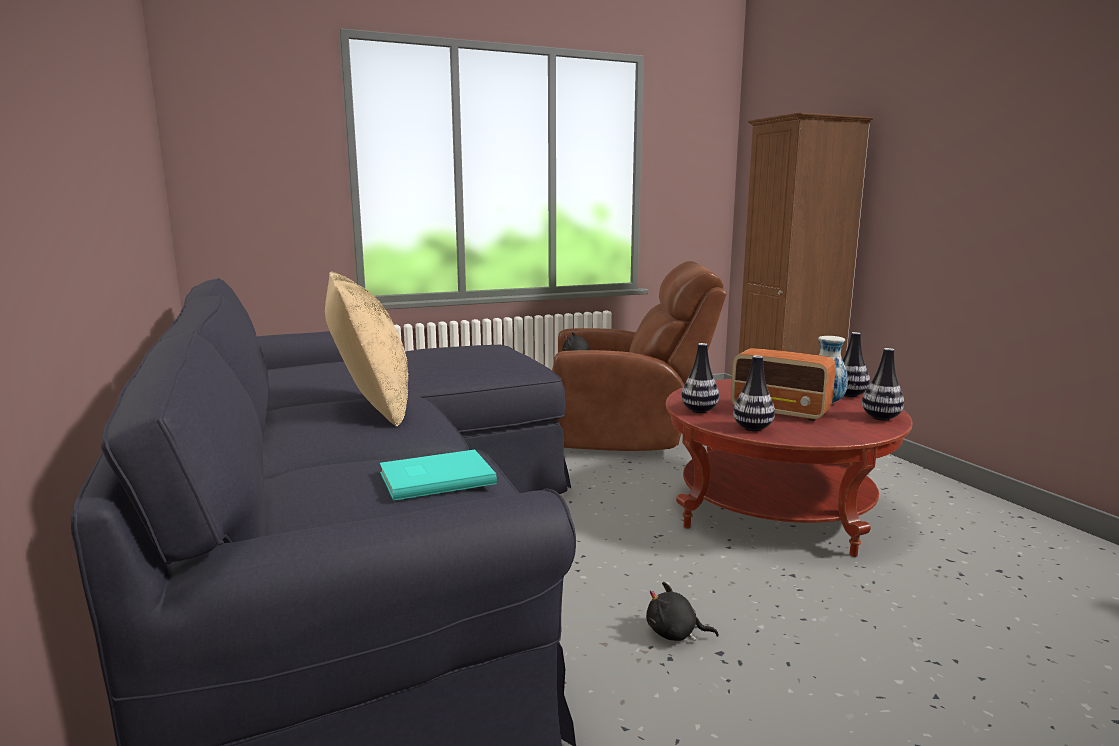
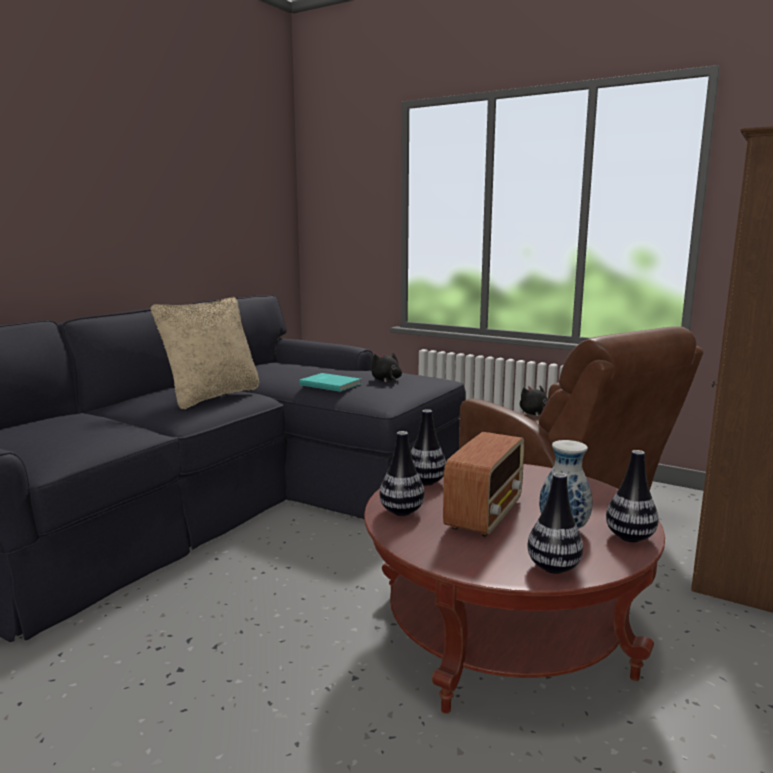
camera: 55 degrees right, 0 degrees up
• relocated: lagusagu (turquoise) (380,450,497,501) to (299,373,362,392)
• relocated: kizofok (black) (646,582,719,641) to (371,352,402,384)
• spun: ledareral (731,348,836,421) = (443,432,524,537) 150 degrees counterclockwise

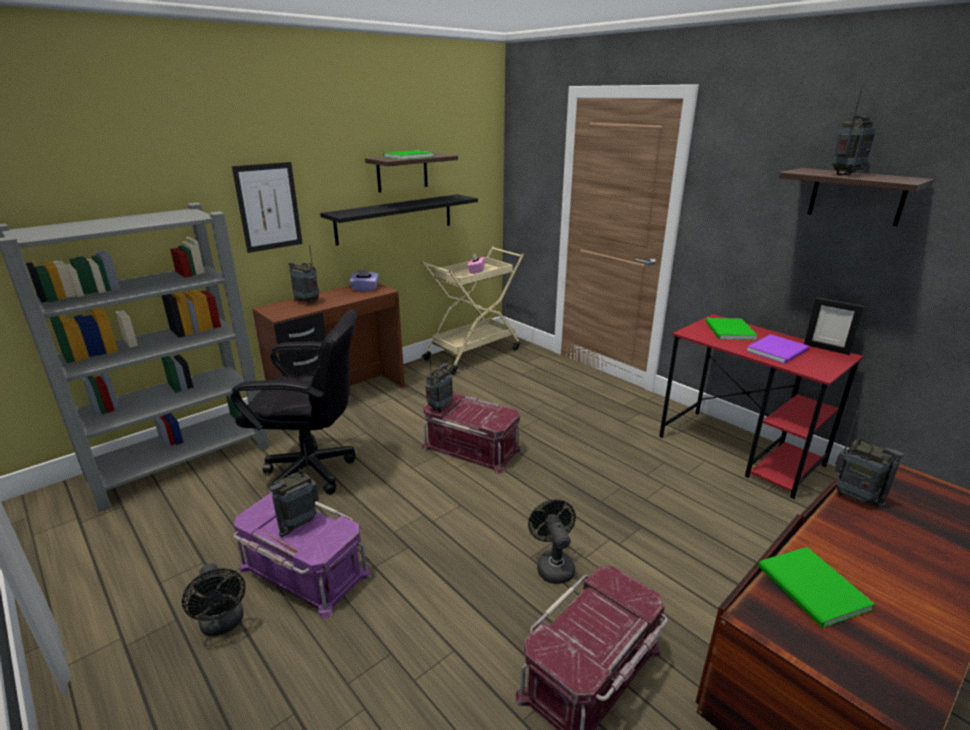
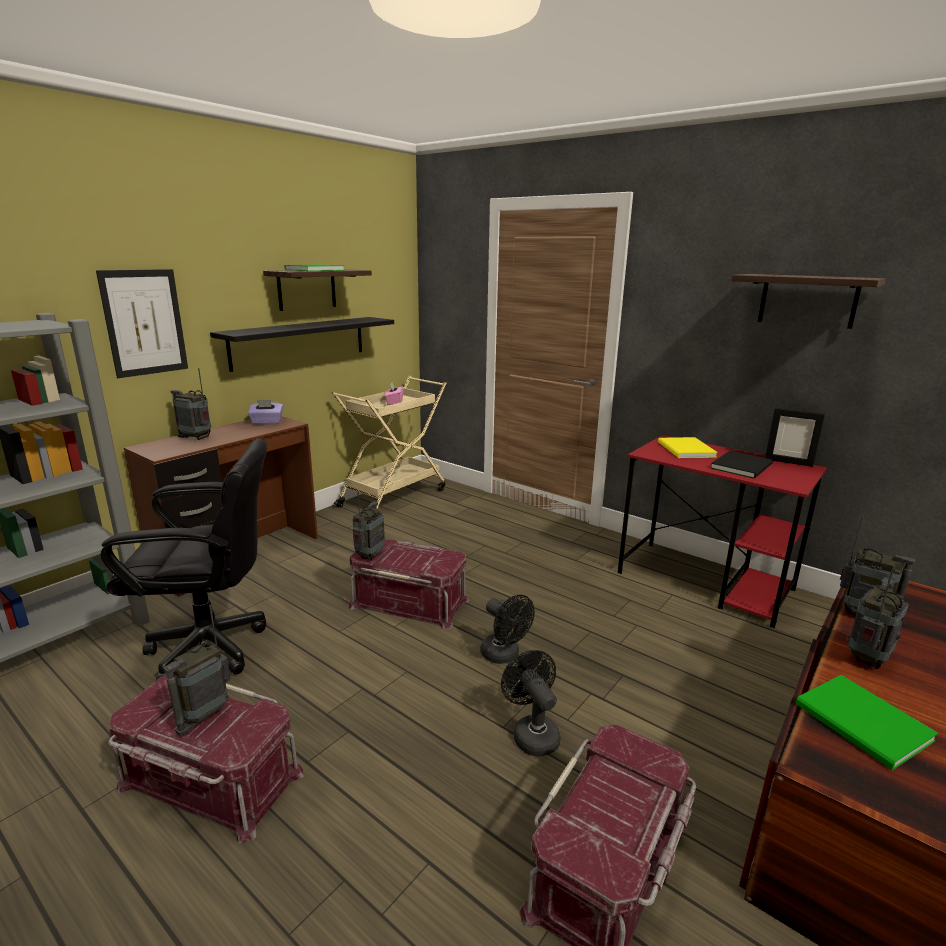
camera: 10 degrees left, 5 degrees down
• relocated: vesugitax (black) (182,563,245,636) to (480,594,535,664)
• colour: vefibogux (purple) (233,492,371,618) to vefibogux (red) (108,675,304,844)
• colour: lagusagu (green) (706,318,758,340) to lagusagu (yellow) (658,437,718,458)
• colour: lagusagu (purple) (746,334,809,364) to lagusagu (black) (711,451,773,478)
• relocated: ledareral (832,87,876,175) to (848,565,908,669)

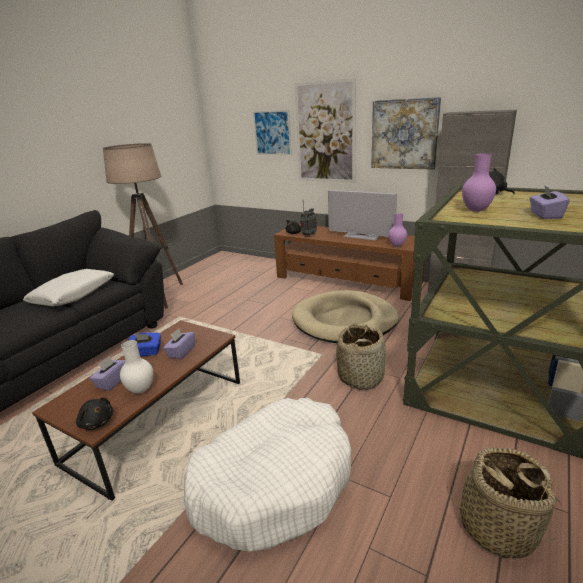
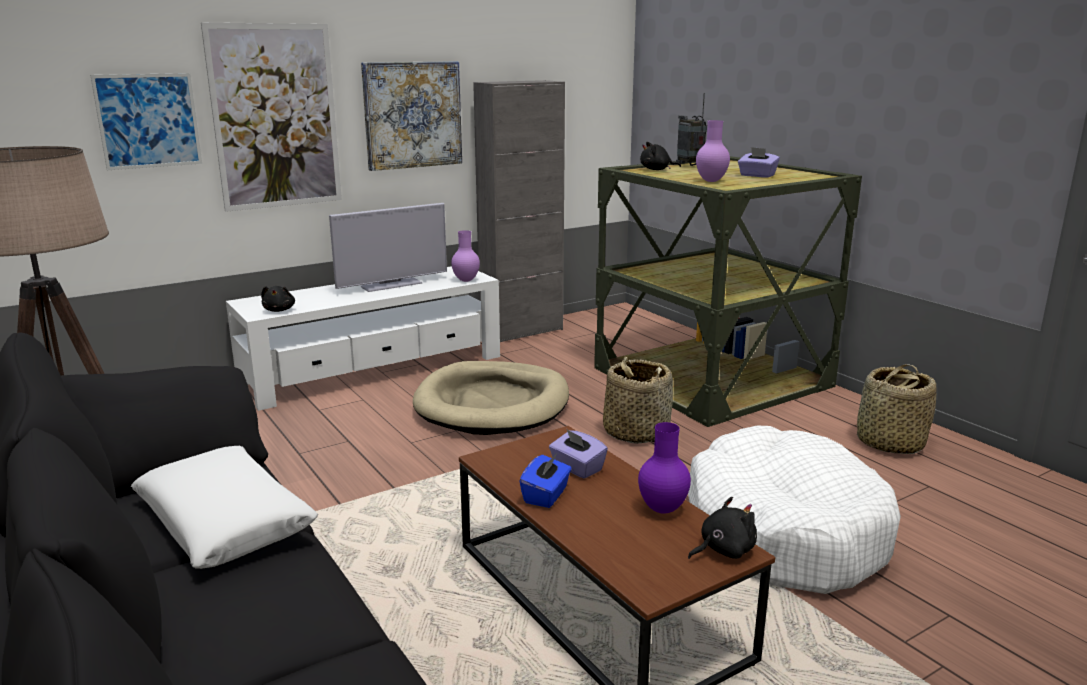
camera: 65 degrees left, 5 degrees down
• missing: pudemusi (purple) (90,356,125,391)
• colour: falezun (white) (120,340,153,394) to falezun (purple) (638,422,691,514)
• colour: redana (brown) (274,224,424,301) to redana (white) (226,266,500,411)
• relocated: ledareral (300,203,317,237) to (676,93,707,166)

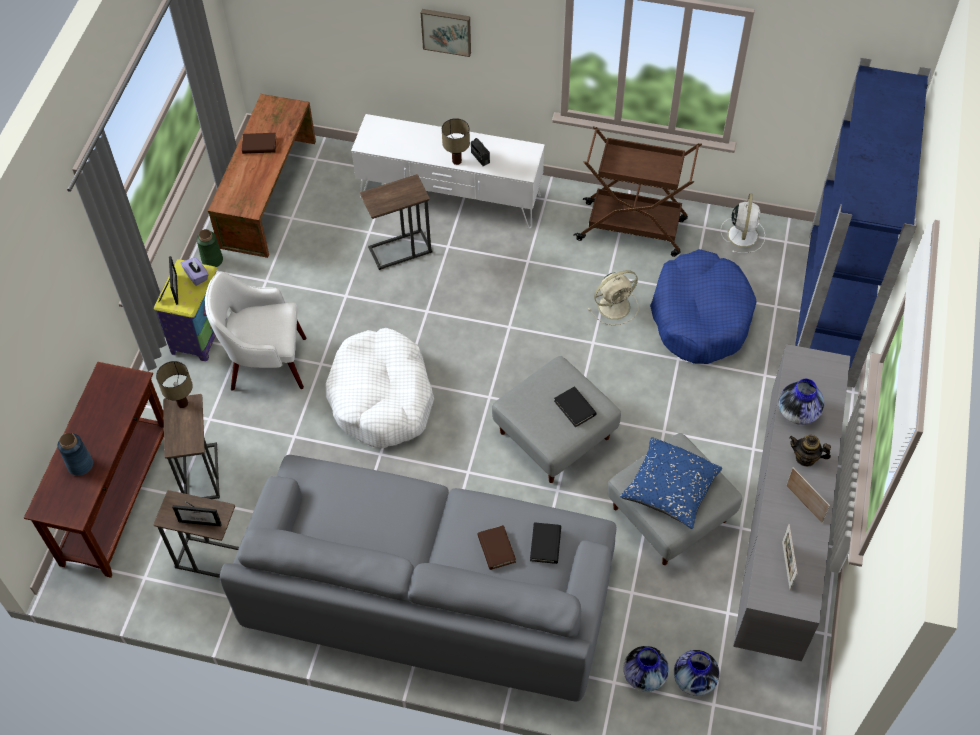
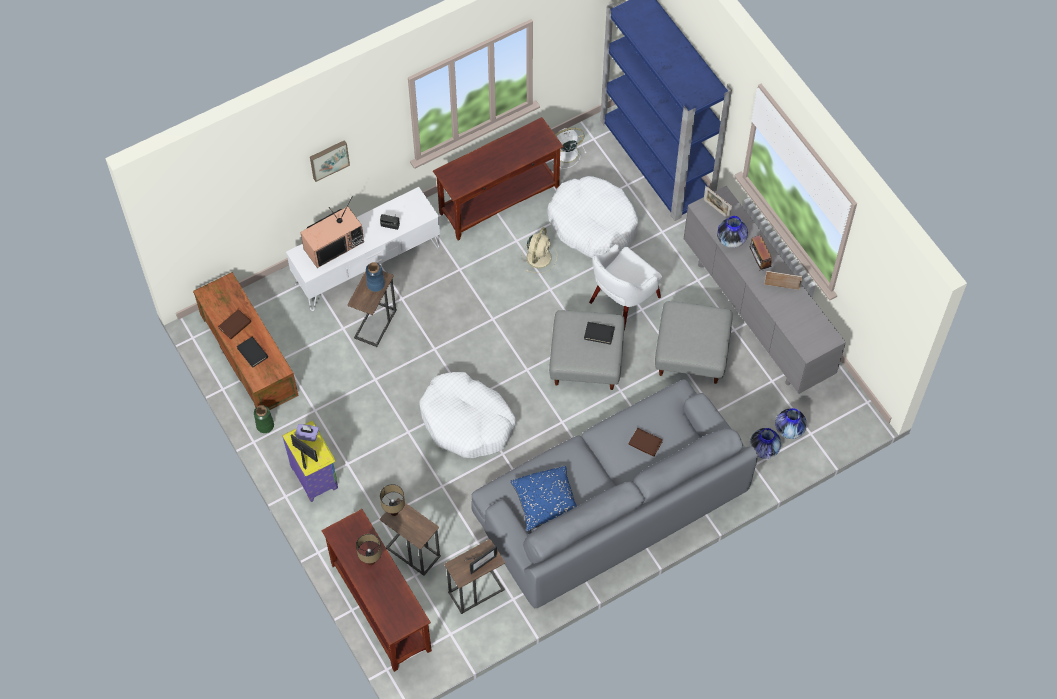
camera: 45 degrees left, 5 degrees up
• relocated: falezun (blue) (58,433,93,476) to (366,262,385,292)
• relocated: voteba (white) (205,272,306,391) to (589,244,662,330)
• relocated: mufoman (442,118,470,165) to (356,534,382,565)
• relocated: lagusagu (black) (530,522,561,564) to (237,337,268,368)
• exchanged: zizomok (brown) (573,127,702,257) to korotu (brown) (433,117,564,241)
• relocated: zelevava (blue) (620,437,722,529) to (510,466,577,532)
• colour: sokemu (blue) (650,249,757,364) to sokemu (white) (547,176,638,258)
• spun: vesugitax (white) (720,193,765,253) = (551,128,587,169) 75 degrees counterclockwise
• relocated: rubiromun (782,524,798,590) to (703,186,732,218)
• exchanged: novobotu (789,435,831,467) to ledareral (750,235,772,271)
• appeared: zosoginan (300,198,364,268)

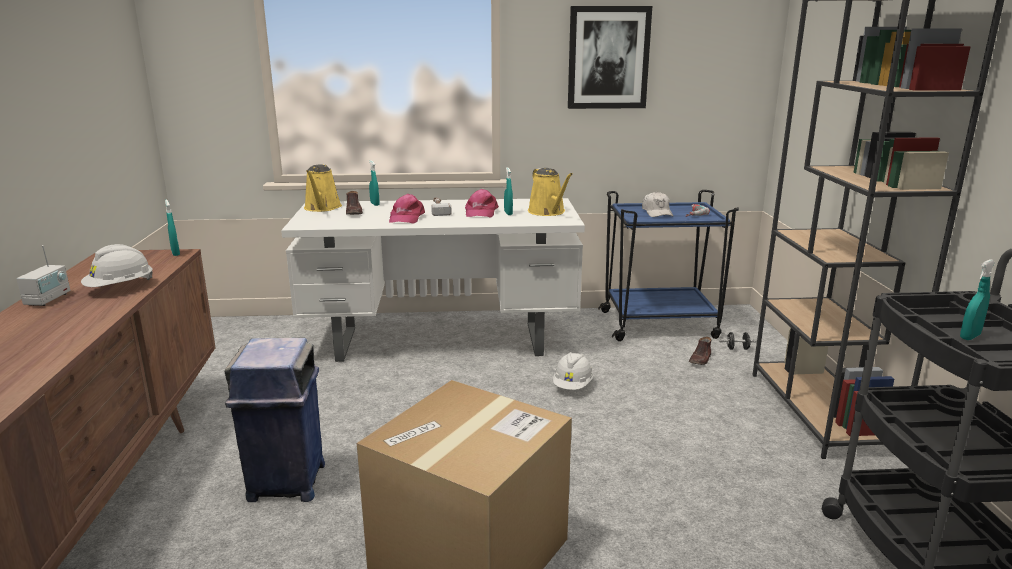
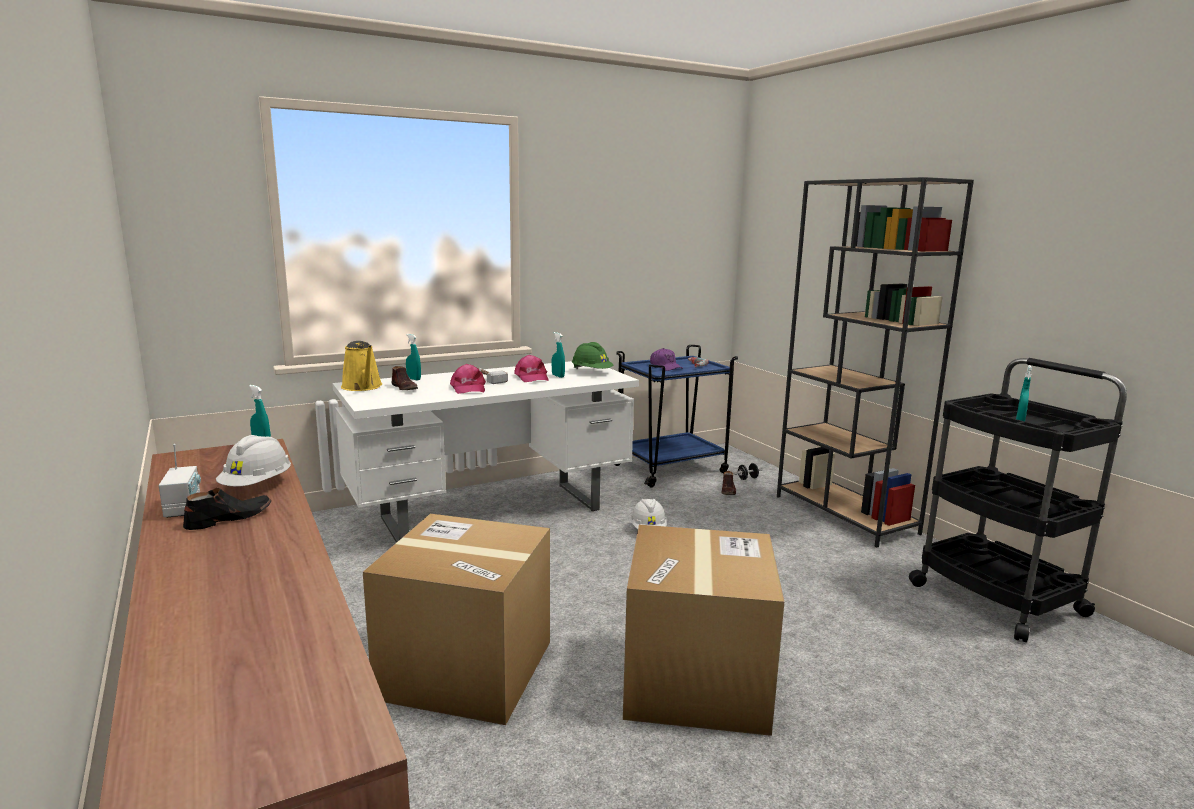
camera: 25 degrees left, 5 degrees down
• exchanged: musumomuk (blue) (225,338,325,502) to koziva (363,514,550,725)
• exchanged: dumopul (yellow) (528,168,573,216) to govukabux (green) (572,342,613,369)
• missing: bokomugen (568,6,652,109)
• colour: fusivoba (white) (642,192,673,217) to fusivoba (purple) (650,348,683,371)
• appeared: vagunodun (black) (183,488,271,530)

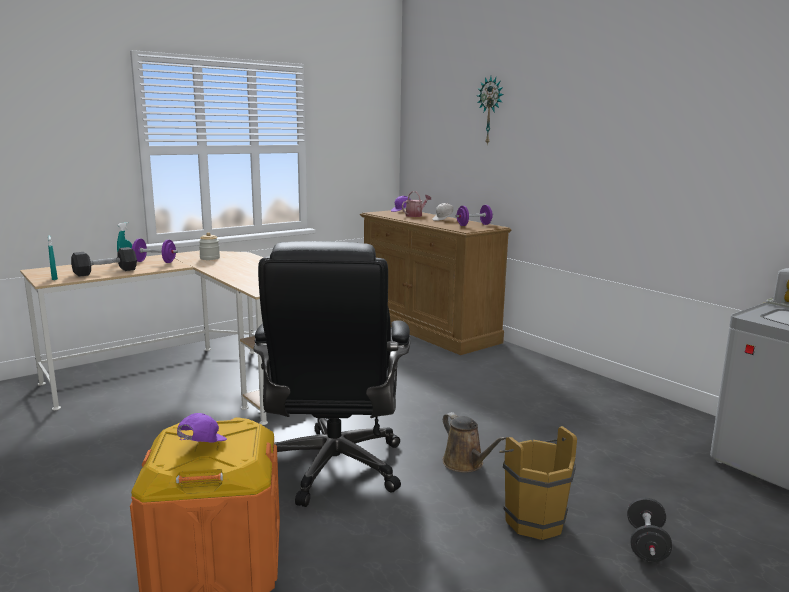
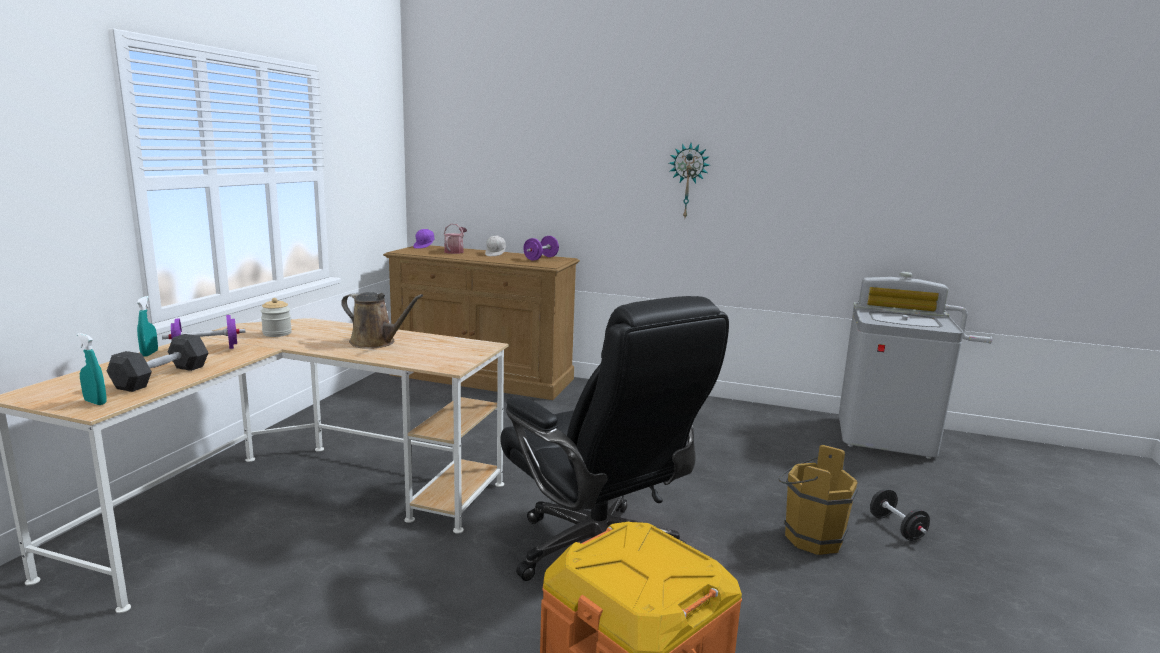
camera: 35 degrees left, 0 degrees up
• missing: fusivoba (purple) (177,413,227,443)
• relocated: dumopul (brown) (442,412,506,473) to (341,292,423,349)
• relocated: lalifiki (477,77,504,145) to (669,143,710,218)

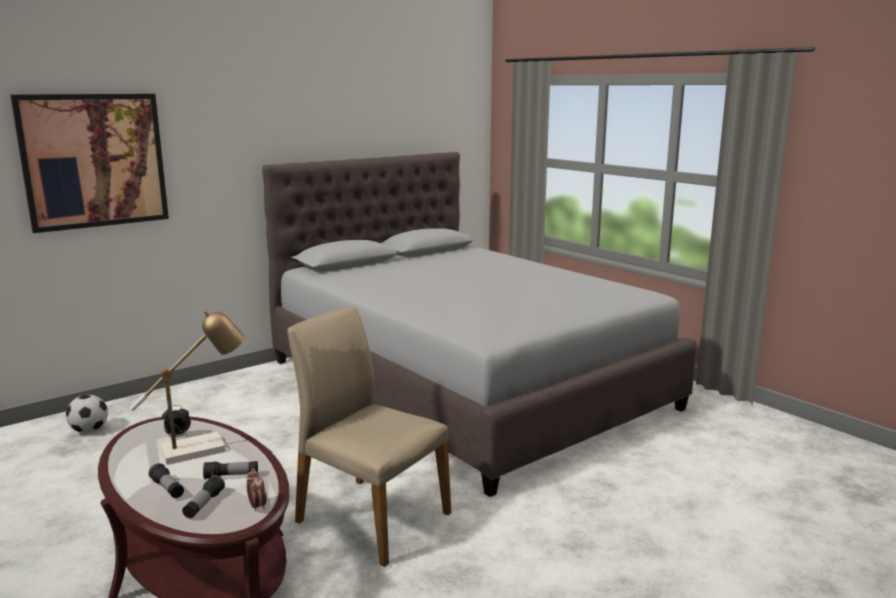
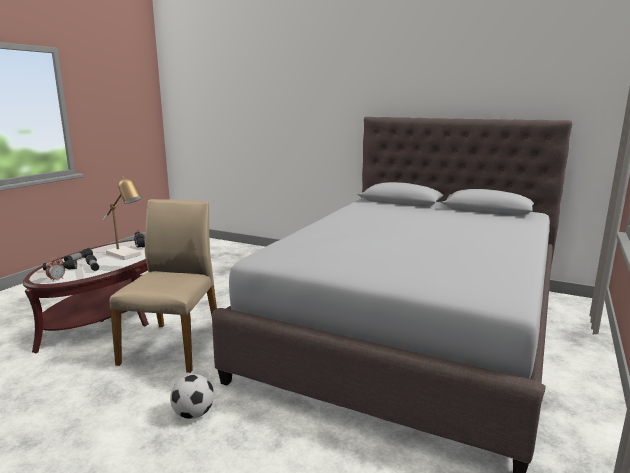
camera: 65 degrees right, 0 degrees up
• missing: bokomugen (10,94,169,233)
• relocated: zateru (66,395,108,433) to (170,374,214,419)

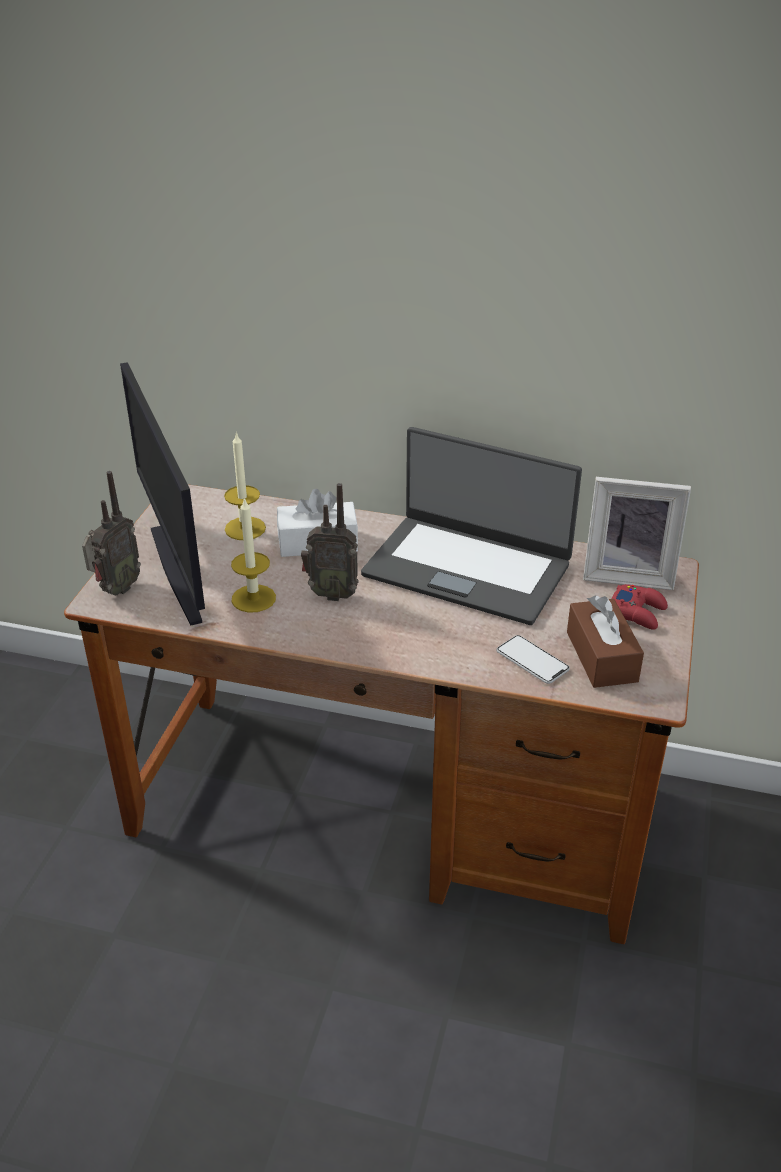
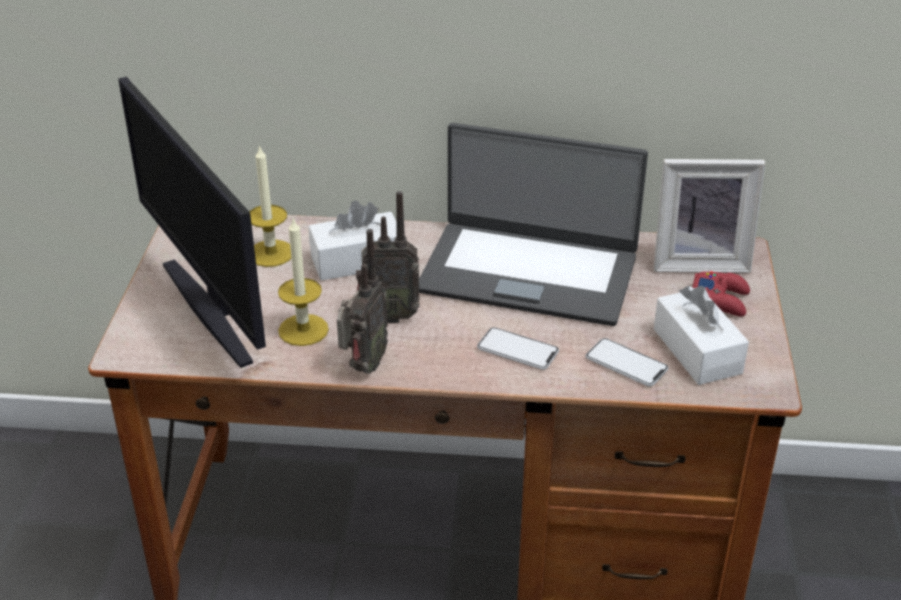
camera: 10 degrees left, 0 degrees up
• relocated: ledareral (82,471,141,596) to (337,229,388,374)
• colour: pudemusi (brown) (567,596,644,688) to pudemusi (white) (654,286,749,385)
• appeared: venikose (477,327,559,370)

